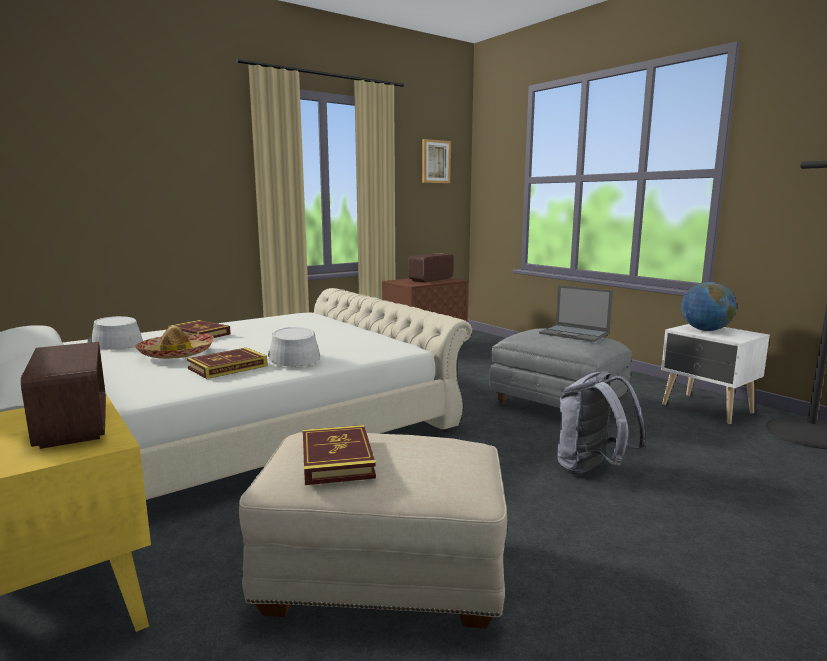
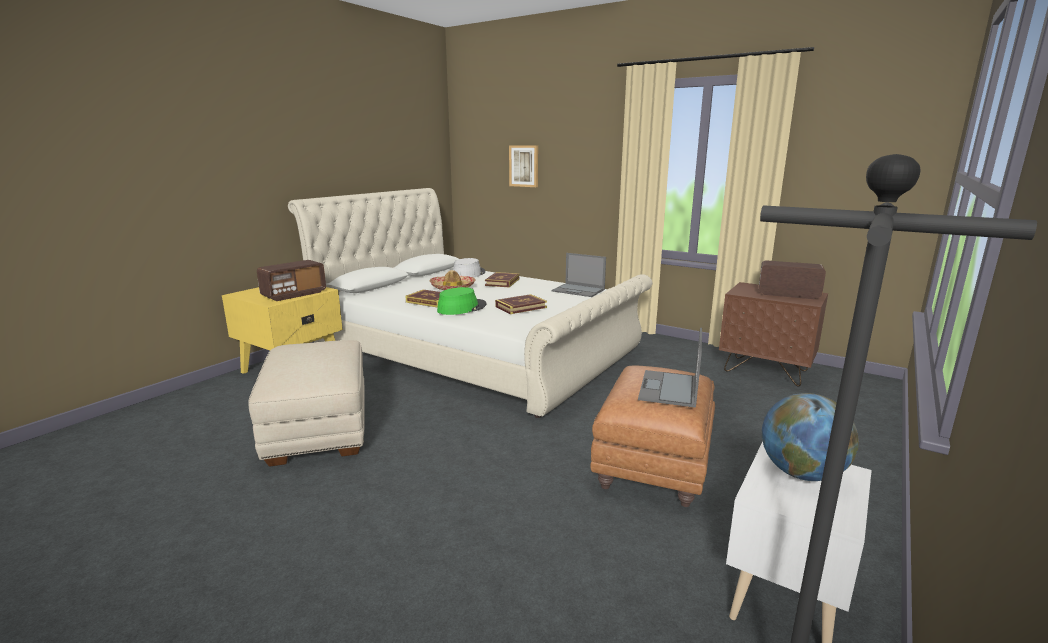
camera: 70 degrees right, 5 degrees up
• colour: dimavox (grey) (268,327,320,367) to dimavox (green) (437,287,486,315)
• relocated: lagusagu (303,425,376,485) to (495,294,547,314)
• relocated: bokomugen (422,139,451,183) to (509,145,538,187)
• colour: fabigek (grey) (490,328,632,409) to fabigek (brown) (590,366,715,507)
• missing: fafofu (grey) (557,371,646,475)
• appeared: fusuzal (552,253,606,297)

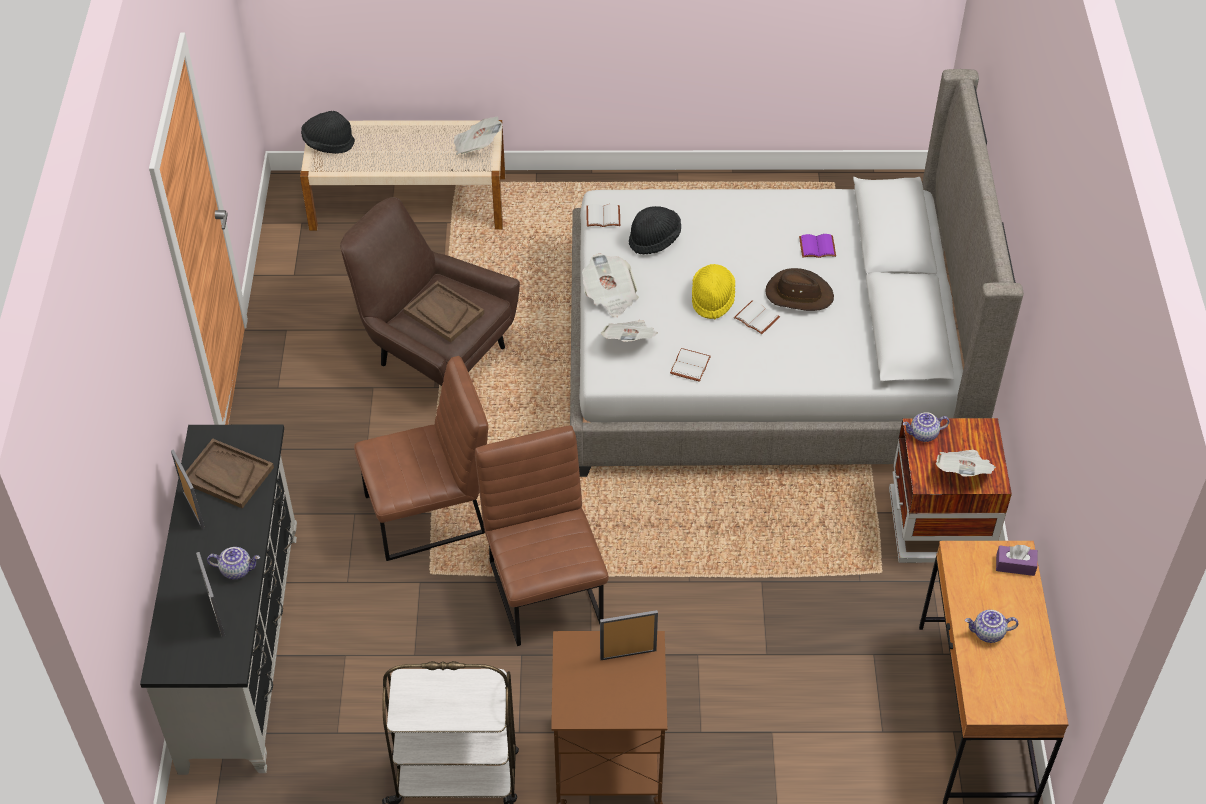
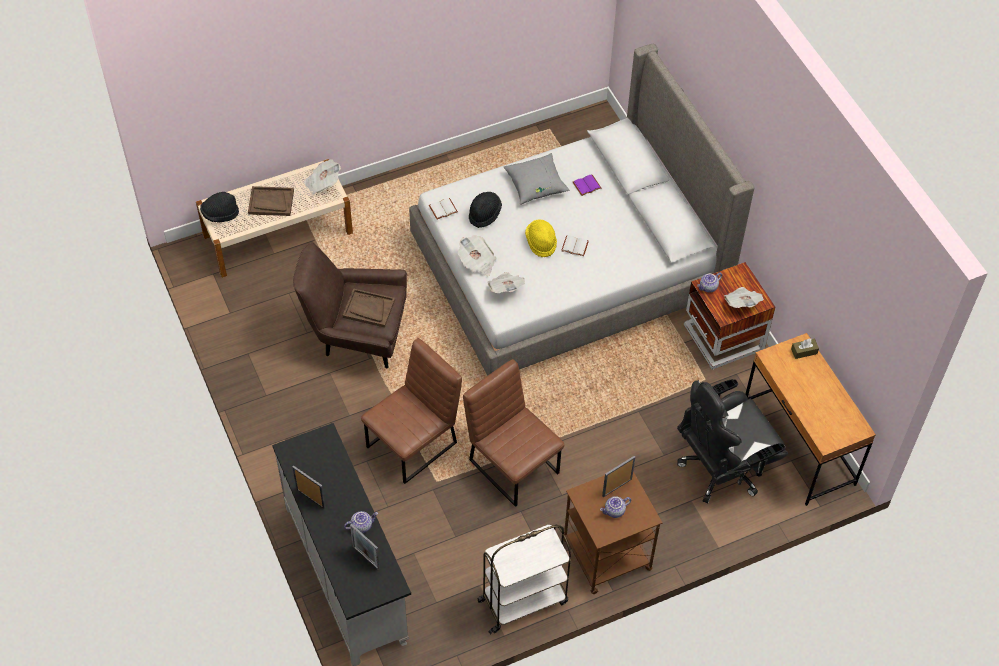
camera: 25 degrees left, 5 degrees up
• relocated: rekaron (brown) (186,439,274,509) to (248,186,294,216)
• missing: lagusagu (white) (670,348,711,382)
• missing: dimavox (brown) (765,268,834,311)
• relocated: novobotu (965,610,1018,643) to (600,496,631,518)
• colour: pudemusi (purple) (996,545,1038,576) to pudemusi (brown) (791,339,819,359)
• appeared: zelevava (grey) (504,153,569,205)
• appeared: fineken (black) (677,379,788,503)

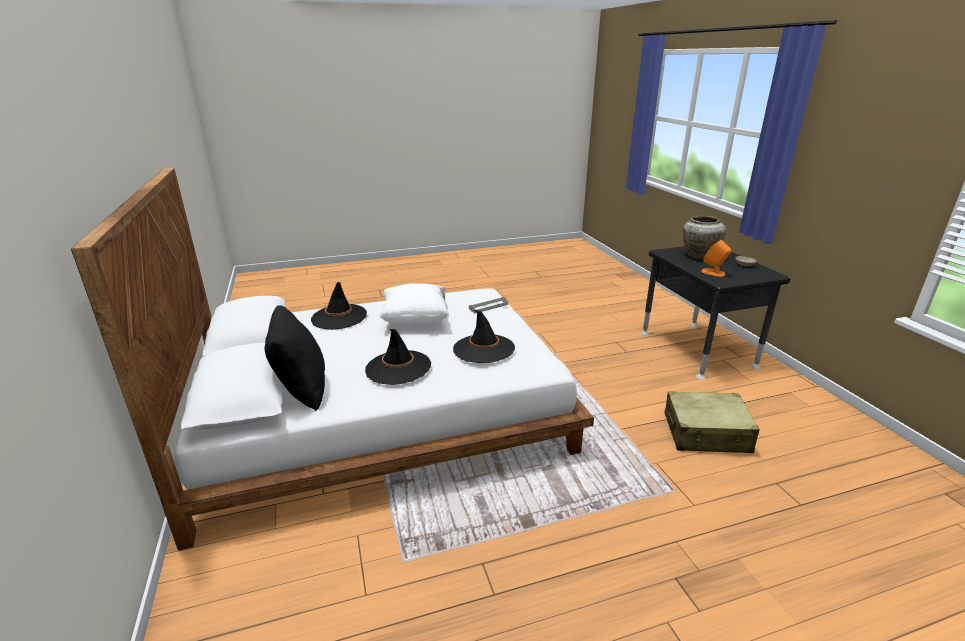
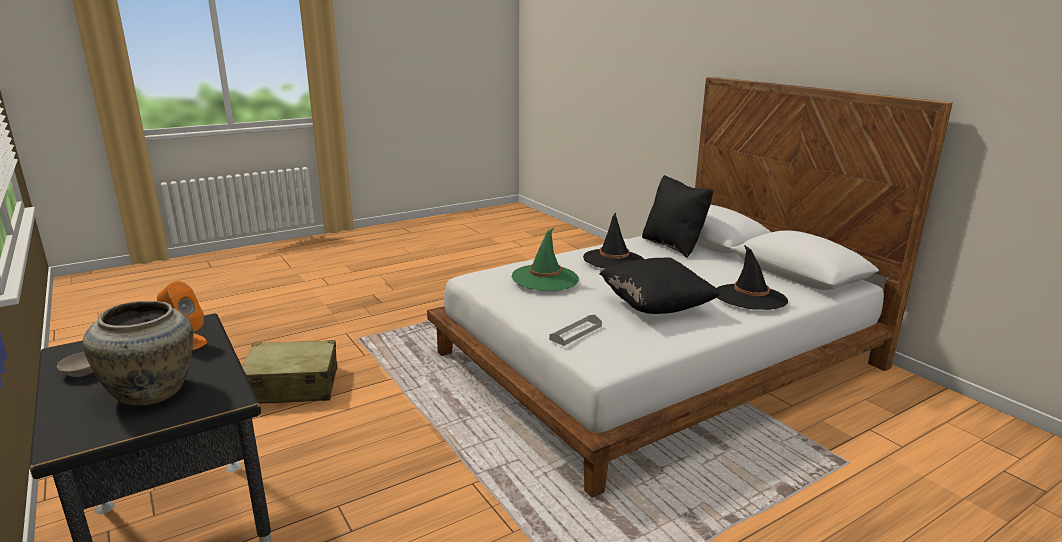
camera: 165 degrees right, 5 degrees down
• colour: zelevava (white) (379,284,449,325) to zelevava (black) (599,257,720,314)
• colour: dimavox (black) (453,310,515,363) to dimavox (green) (512,228,579,291)

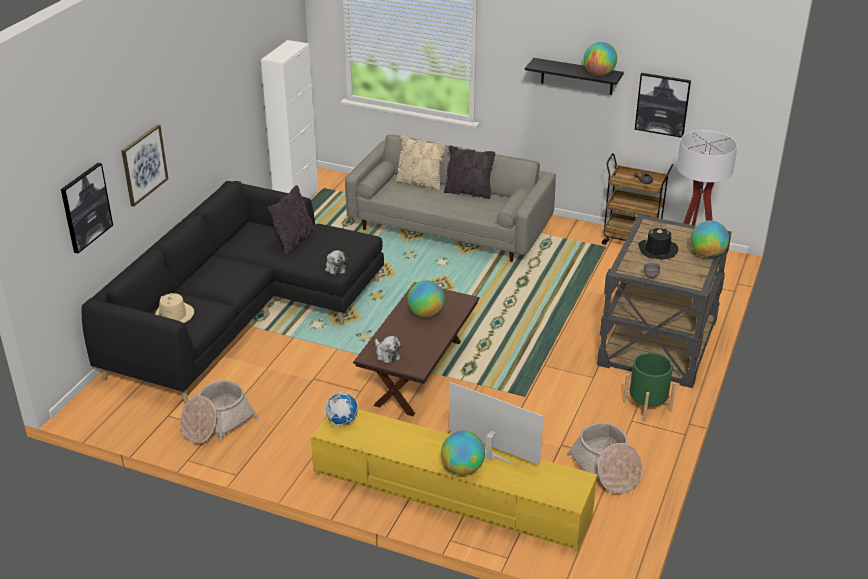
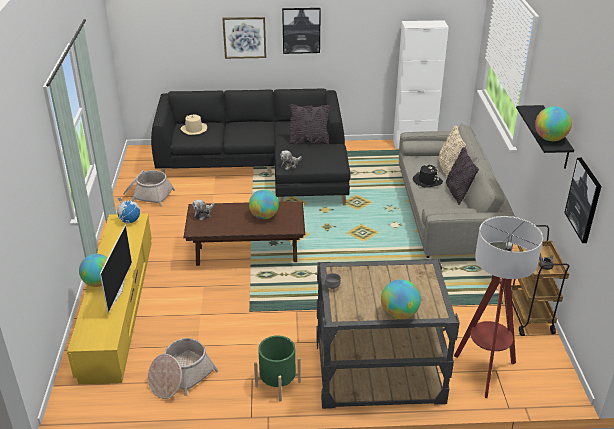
camera: 65 degrees right, 0 degrees up
• relocated: bokomugen (61,163,113,254) to (282,8,321,54)
• relocated: dimavox (black) (638,227,678,260) to (413,164,443,188)

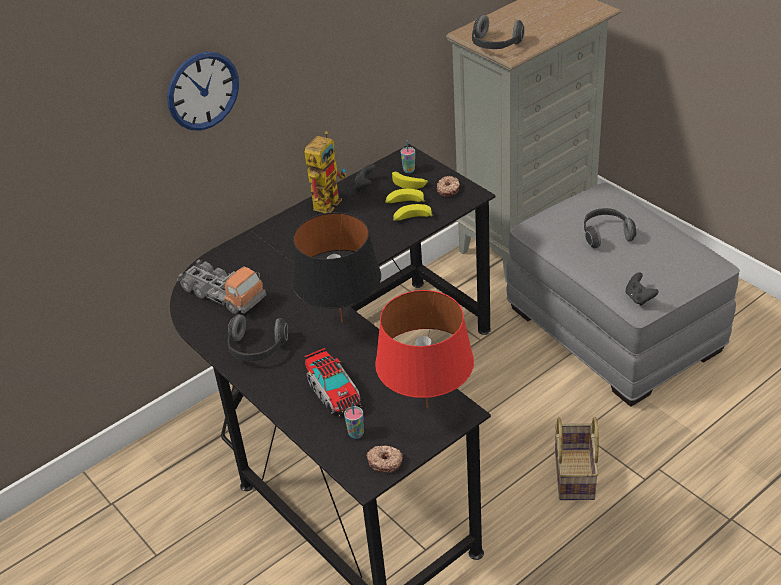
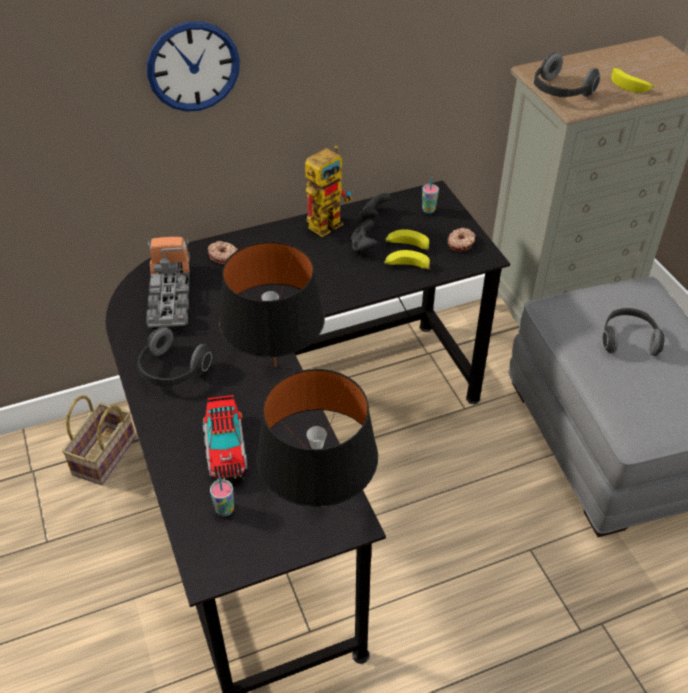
camera: 15 degrees right, 5 degrees up
• spun: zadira (177,260,266,314) = (146,237,190,328) 150 degrees counterclockwise
• relocated: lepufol (366,446,403,473) to (208,241,238,265)
• colour: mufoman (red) (375,290,474,407) to mufoman (black) (256,369,378,507)
• relocated: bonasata (392,171,428,189) to (611,68,654,93)
• relocated: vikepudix (555,417,599,500) to (62,395,136,485)
• relocated: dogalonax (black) (626,272,659,306) to (351,219,377,254)

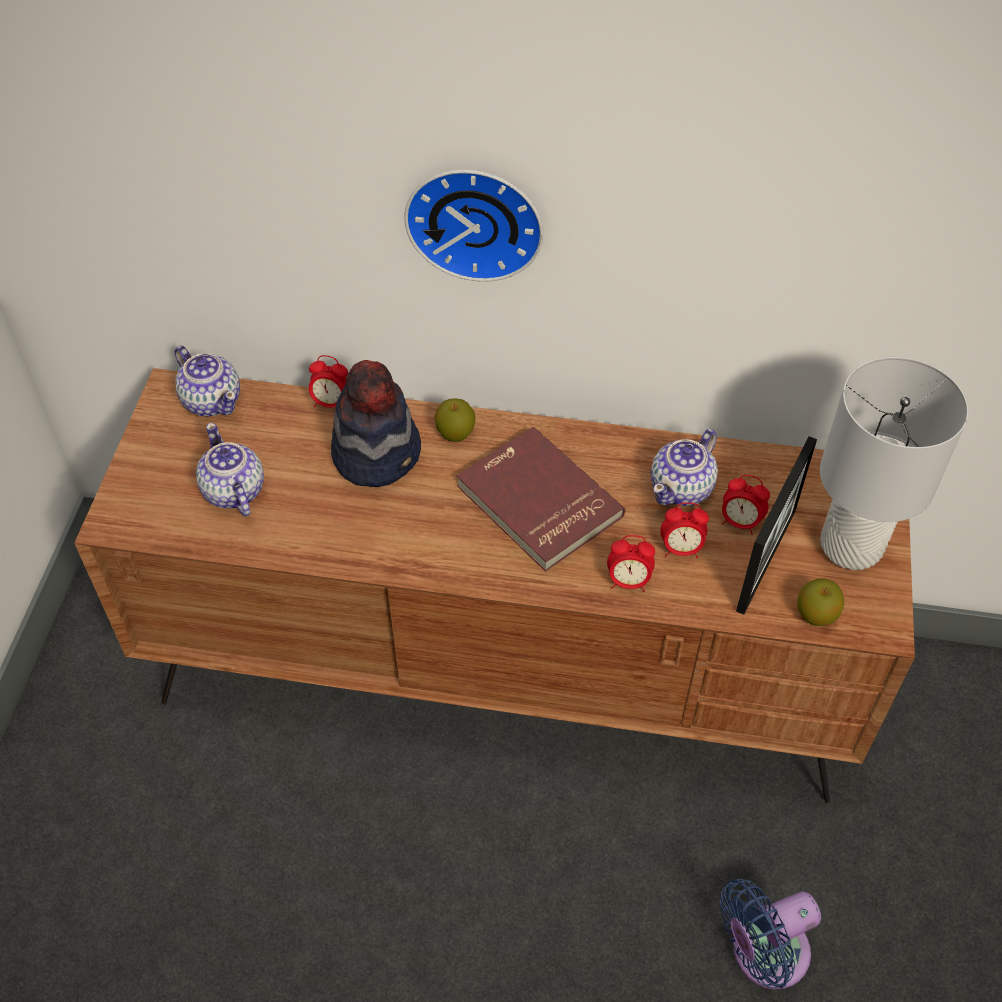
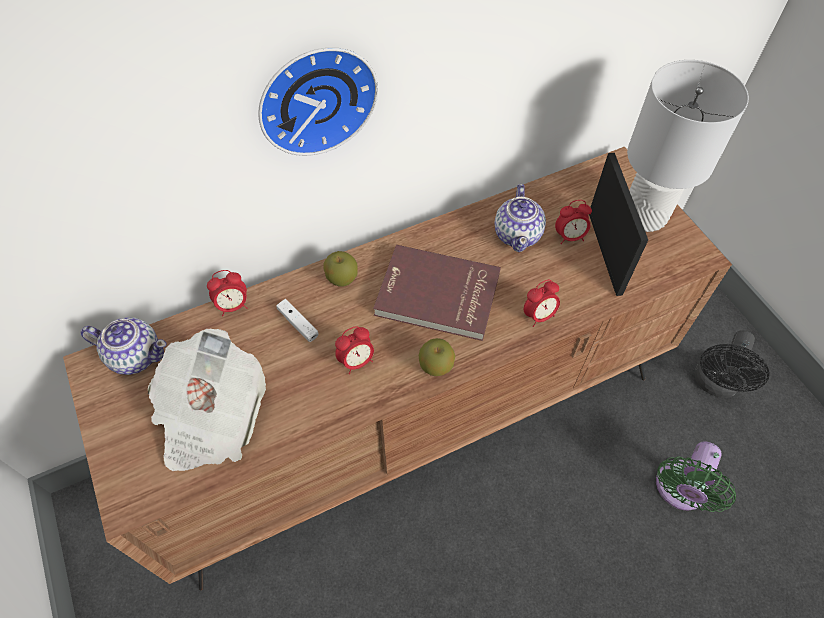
camera: 35 degrees left, 5 degrees up
• exchanged: novobotu (196,423,264,517) to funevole (148,329,266,471)
• exchanged: dimavox (331,360,421,487) to dogalonax (white) (276,299,319,342)
• relocated: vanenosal (660,502,709,558) to (335,326,374,374)
• colour: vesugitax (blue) (720,879,821,989) to vesugitax (green) (656,441,736,512)
• relocated: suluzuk (797,578,844,626) to (419,338,455,376)
• appeared: vesugitax (black) (695,330,770,398)

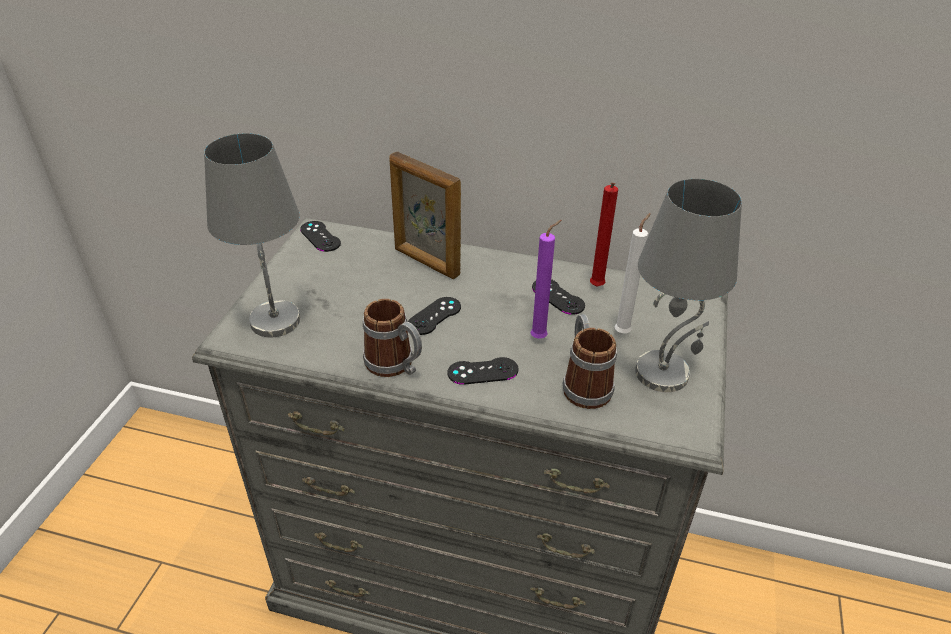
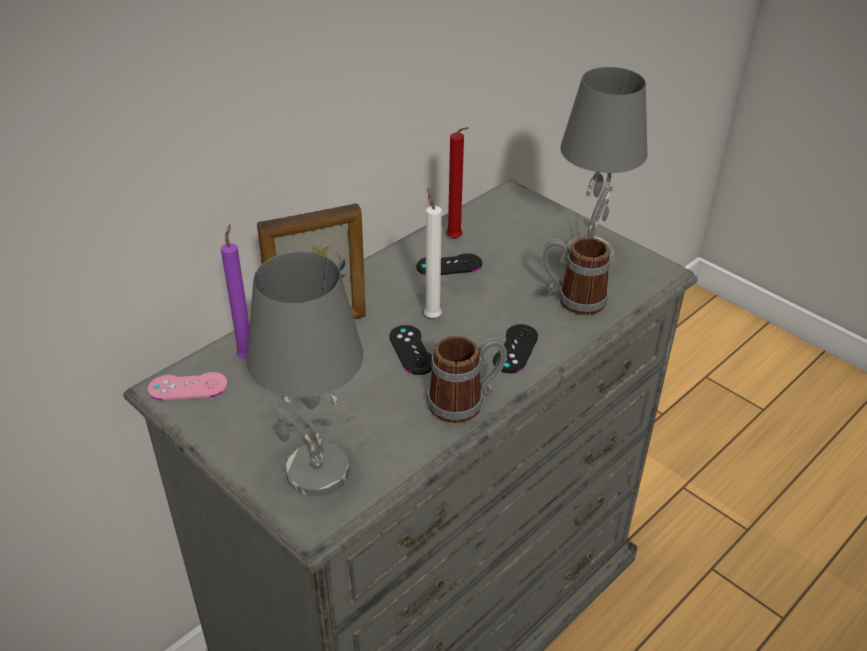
camera: 60 degrees left, 0 degrees up
• colour: dogalonax (black) (300,221,341,252) to dogalonax (pink) (148,372,227,400)
• relocated: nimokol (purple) (530,220,562,339) to (221,224,250,359)
• relocated: nimokol (white) (614,213,651,333) to (424,188,442,318)

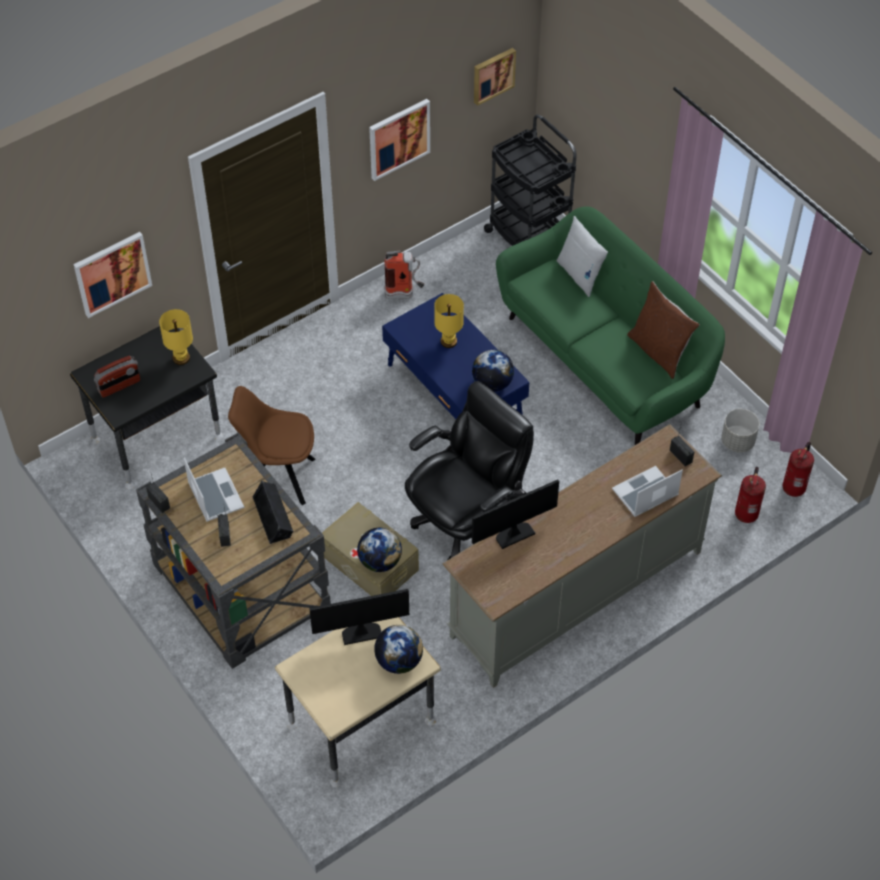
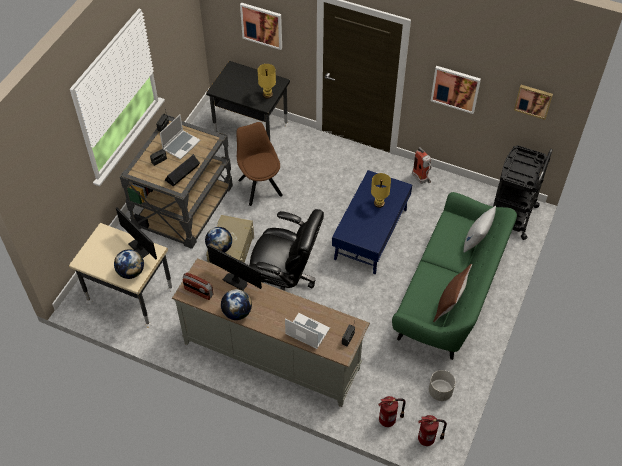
camera: 60 degrees right, 0 degrees up
• relocated: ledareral (94,356,140,398) to (183,273,213,300)
• relocated: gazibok (472,350,514,392) to (221,289,252,320)

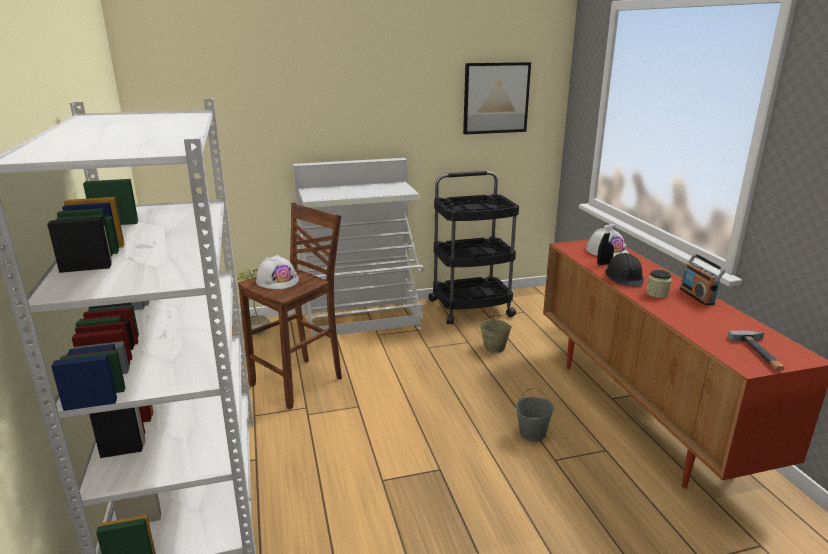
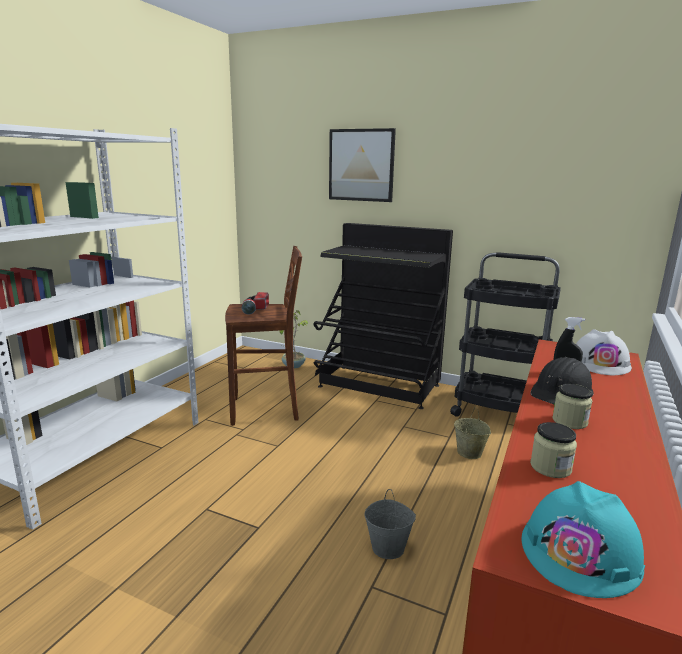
camera: 40 degrees right, 5 degrees down
• exchanged: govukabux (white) (256,255,299,289) to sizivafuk (241,292,269,315)
• colour: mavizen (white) (293,158,424,343) to mavizen (black) (313,223,453,409)
• relocated: bokomugen (463,62,531,135) to (329,128,396,202)
• missing: ledareral (680,253,726,305)
• exchanged: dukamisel (727,331,784,370) to govukabux (turquoise) (521,481,645,598)
• appeared: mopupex (530,422,577,478)

